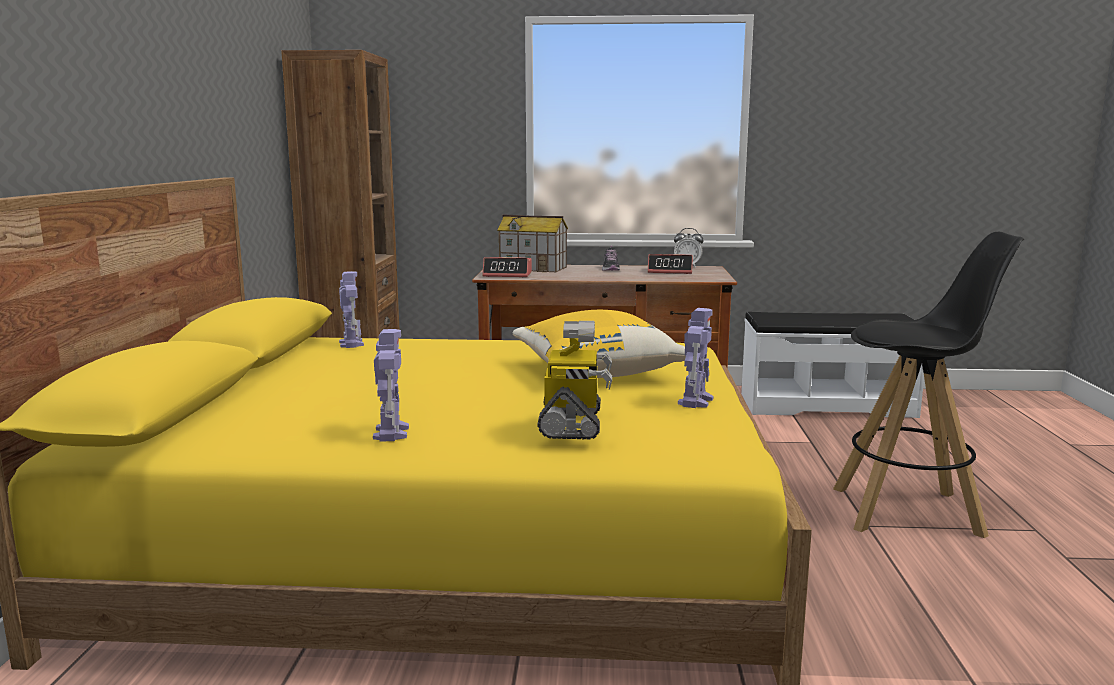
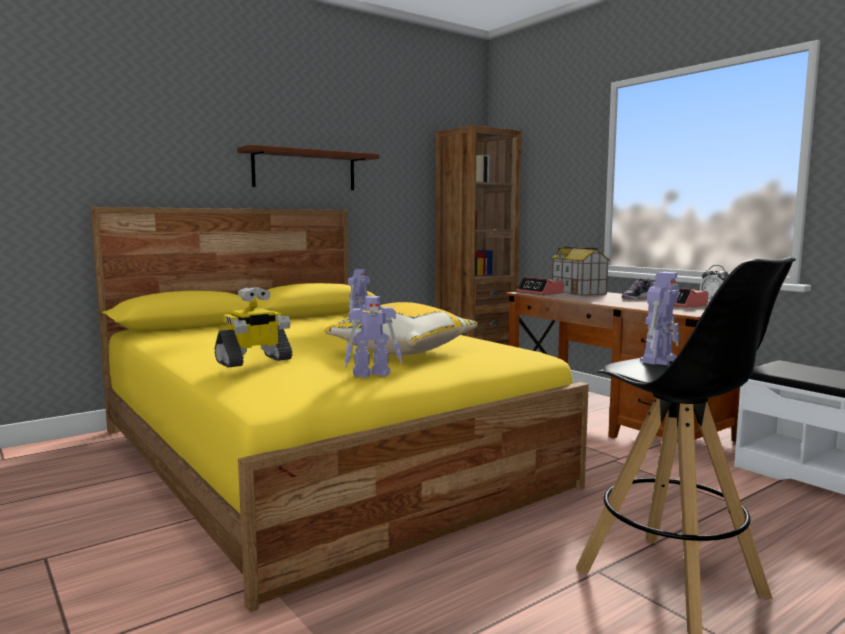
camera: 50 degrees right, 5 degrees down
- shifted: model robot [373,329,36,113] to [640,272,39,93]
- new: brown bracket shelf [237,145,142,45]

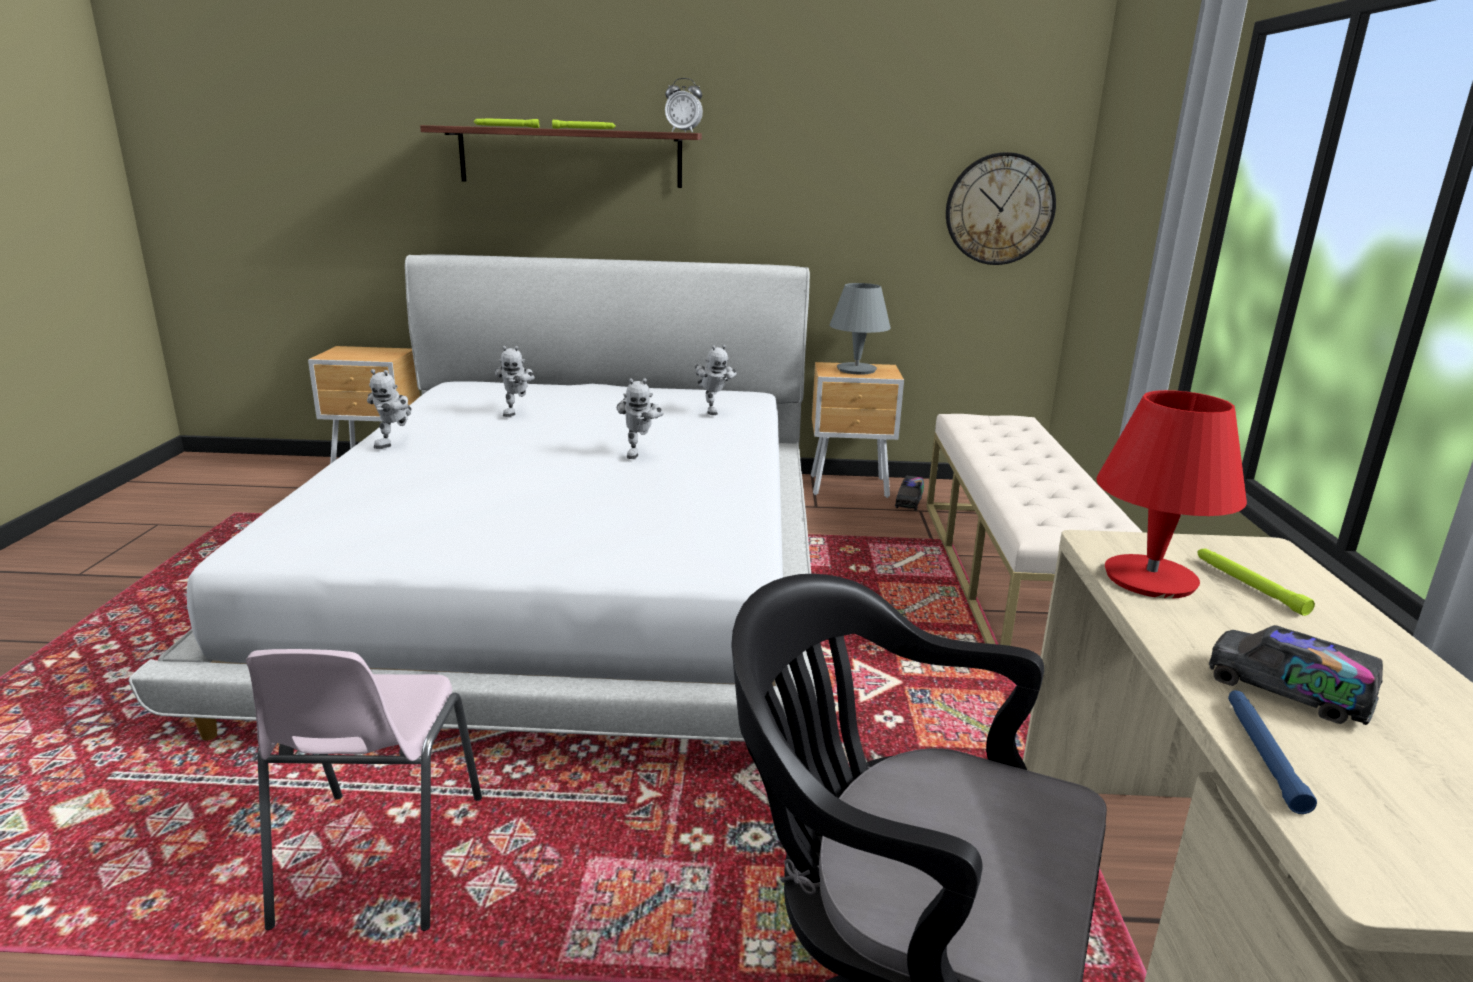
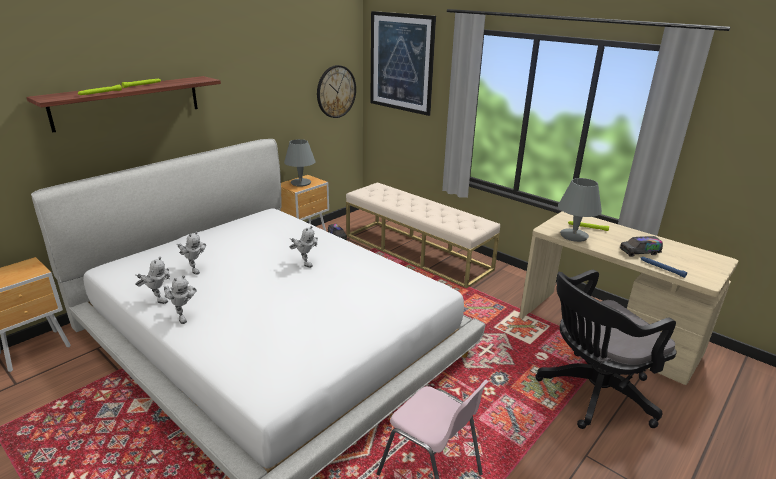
camera: 50 degrees left, 5 degrees up
- gone: bedside clock [665,78,38,54]
- shifted: model robot [695,345,42,70] to [135,257,35,47]
- repainted: red-coloured lamp for a table [1096,390,151,209] to gray lamp for a table [558,178,44,64]
- new: wall art [370,11,66,105]

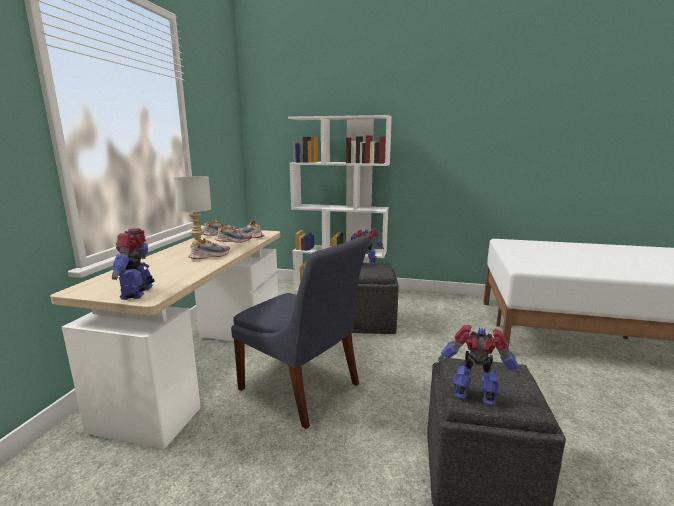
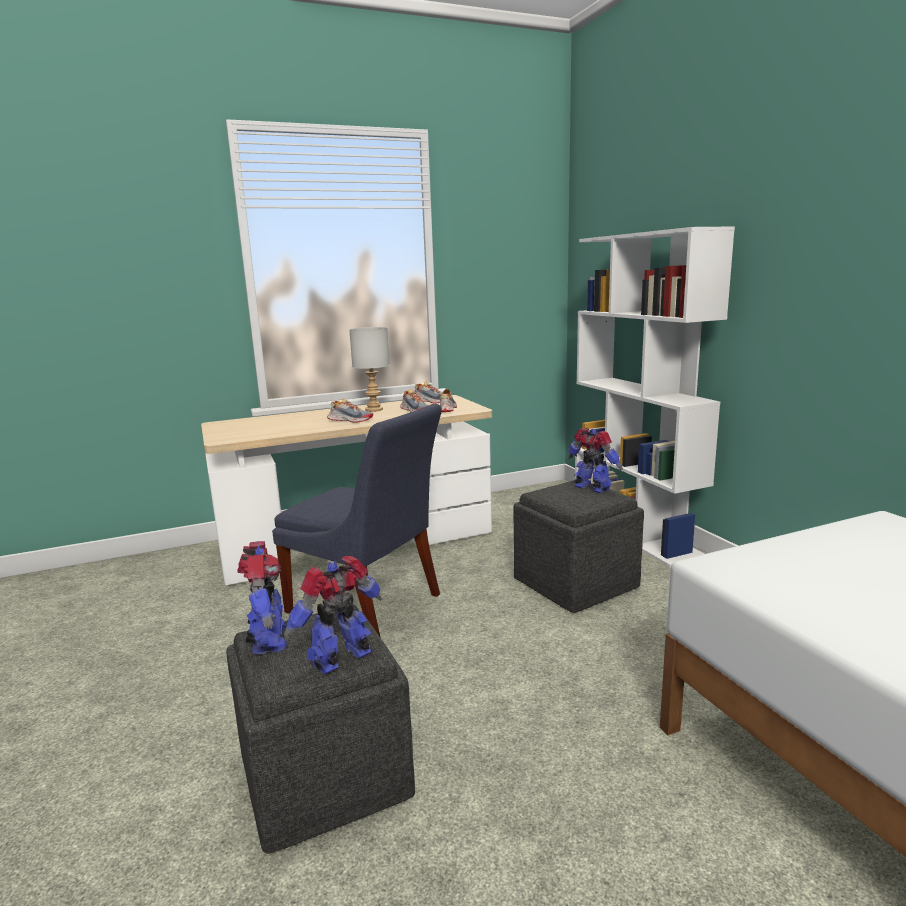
camera: 55 degrees right, 0 degrees up
- shifted: model robot [112,228,43,72] to [284,556,98,118]
- rotated: bluish upright chair [231,236,139,193] = [272,404,170,234] 60 degrees counterclockwise

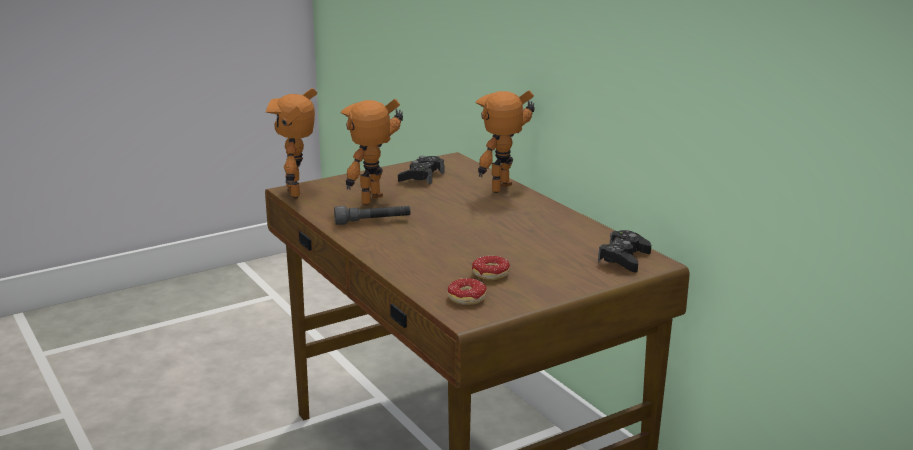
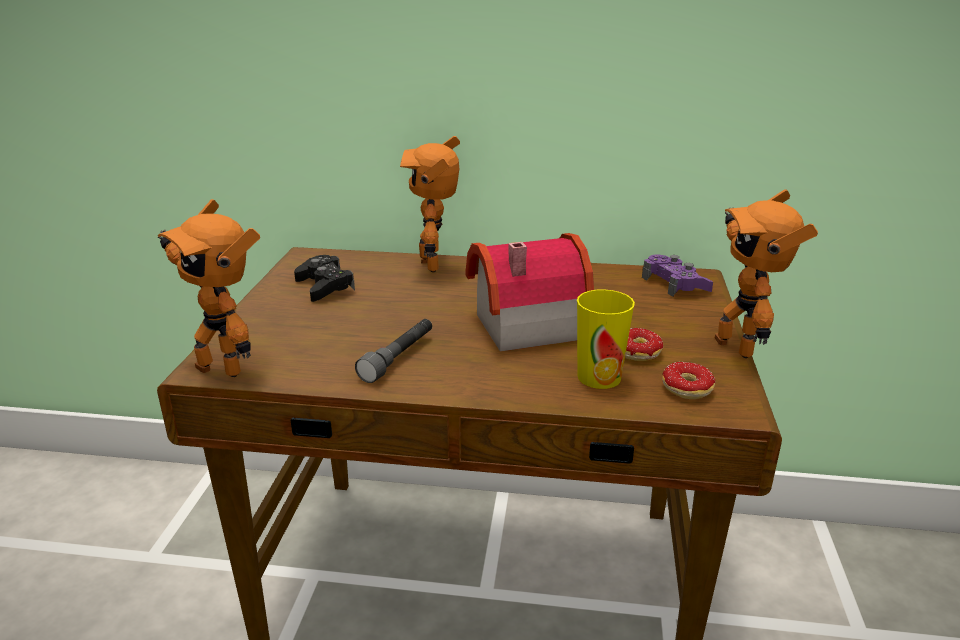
camera: 50 degrees left, 5 degrees up
- shifted: model robot [340,99,63,106] to [715,189,103,169]
- repainted: black-coloured gamepad [598,230,53,43] to purple-coloured gamepad [642,254,71,43]
- new: model house [466,233,128,119]
- new: small cup [577,289,58,100]

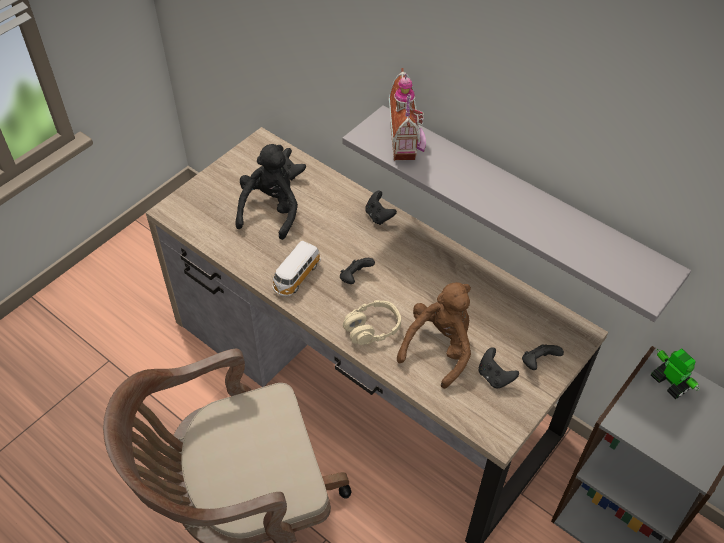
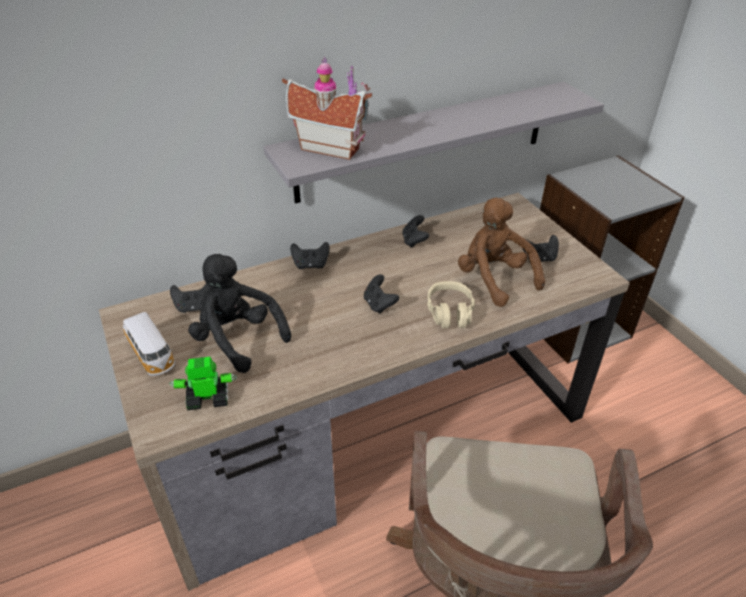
camera: 65 degrees left, 10 degrees down
- shifted: toy car [273,241,48,55] to [123,312,52,64]
- shifted: black-coloured gamepad [522,344,42,26] to [402,215,27,33]
- shifted: model robot [651,348,49,51] to [169,357,68,53]

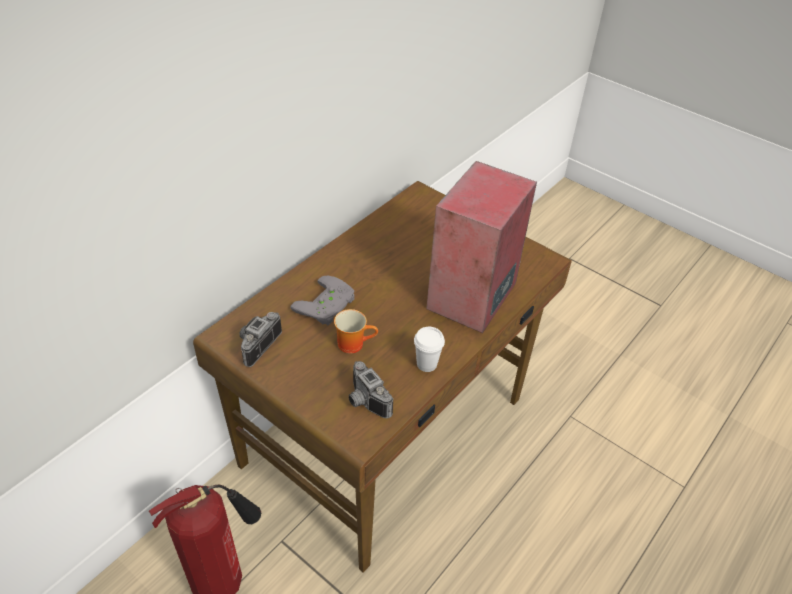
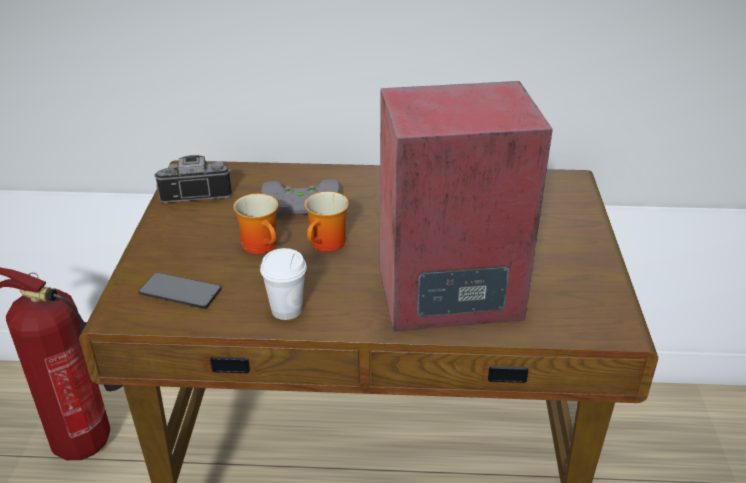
camera: 55 degrees right, 10 degrees down
- swapped: photo camera [349,361,44,57] to telephone [139,272,82,37]
- new: coffee mug [304,191,45,61]

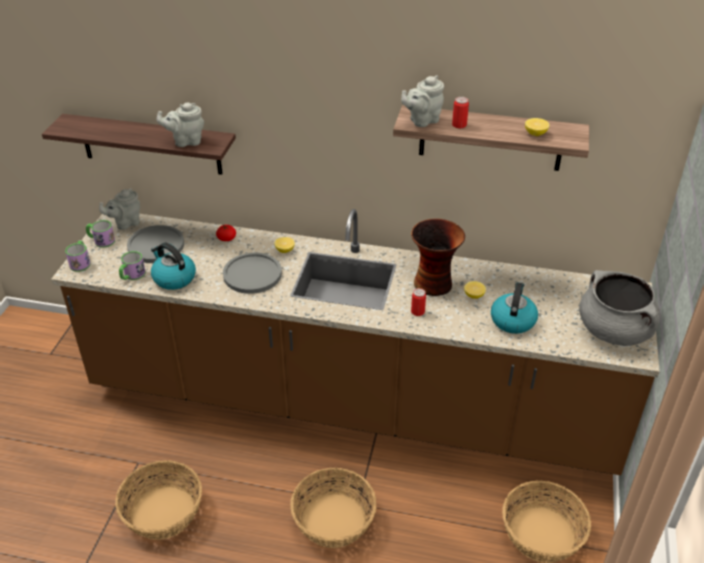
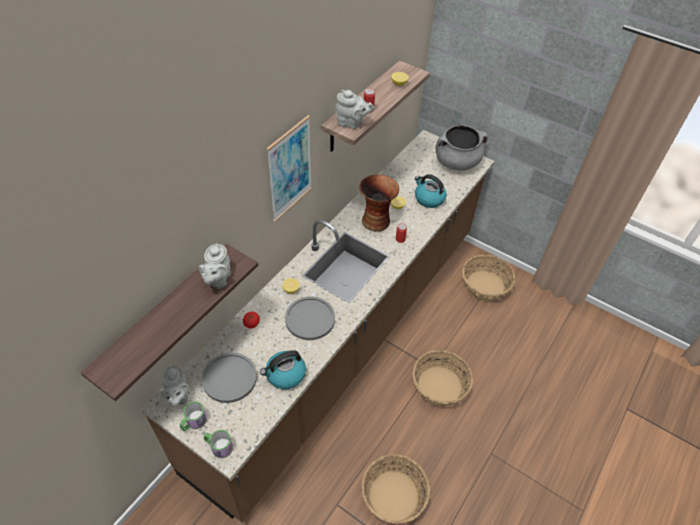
camera: 70 degrees left, 10 degrees up
- rotated: gray pot for tea [401,75,43,52] = [335,90,39,39] 60 degrees counterclockwise
- gone: coffee mug [119,251,27,29]
- new: wall art [266,115,46,107]

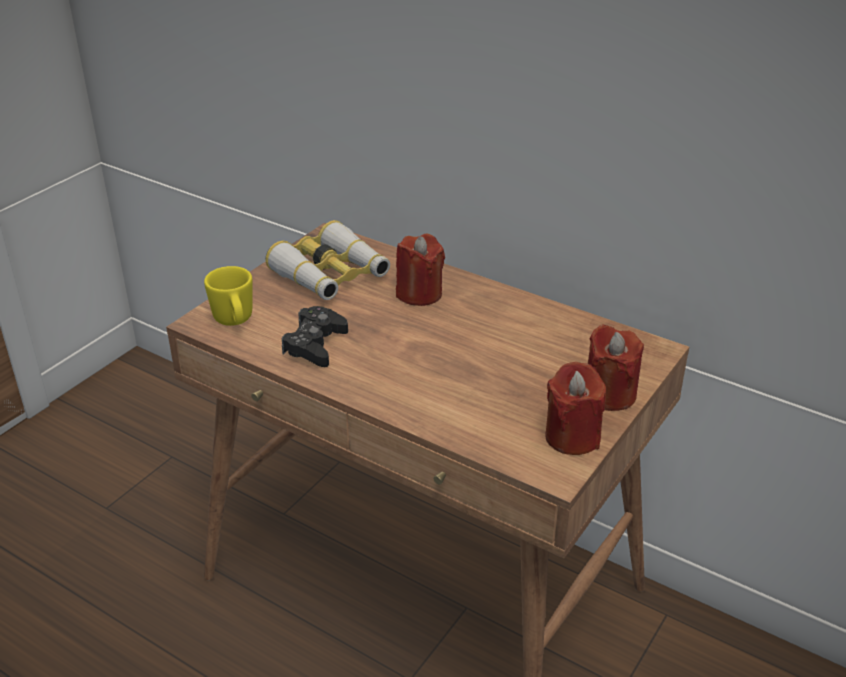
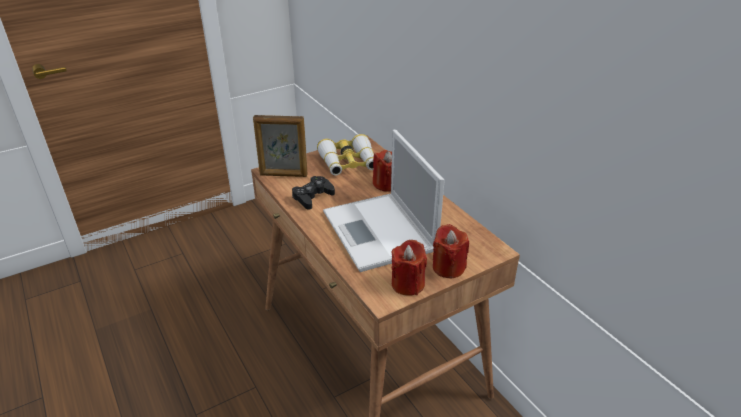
camera: 25 degrees right, 0 degrees up
- swapped: yellow-coloured coffee mug [204,266,49,60] to standing frame [253,115,55,62]
- new: notebook computer [323,130,122,142]

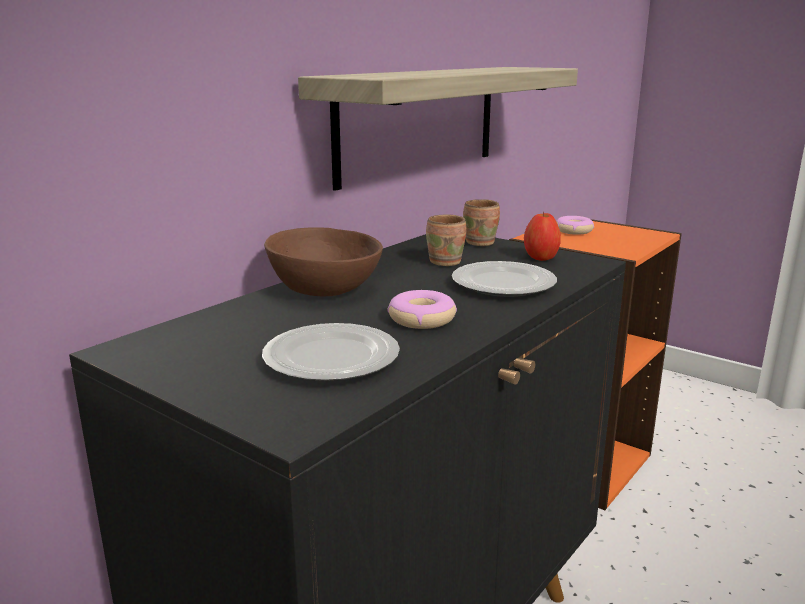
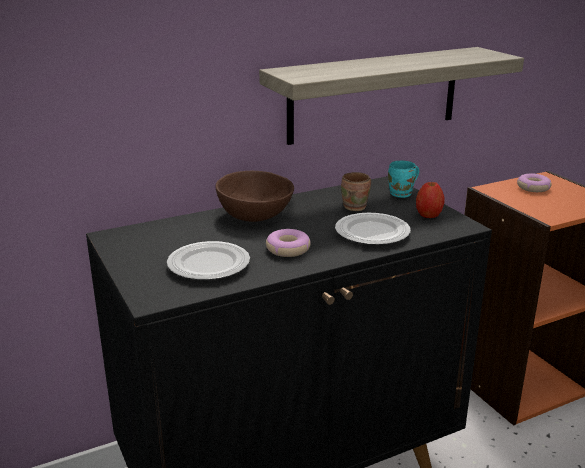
camera: 25 degrees right, 5 degrees up
- repainted: brown coffee mug [463,199,37,47] to blue-green coffee mug [388,161,31,37]

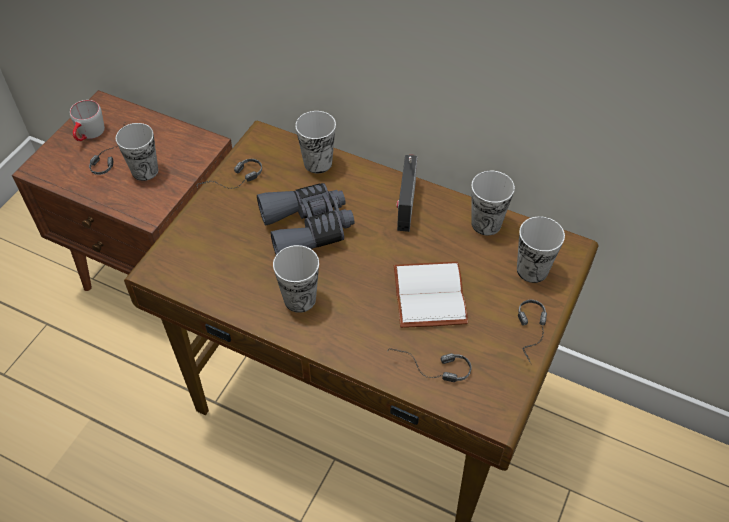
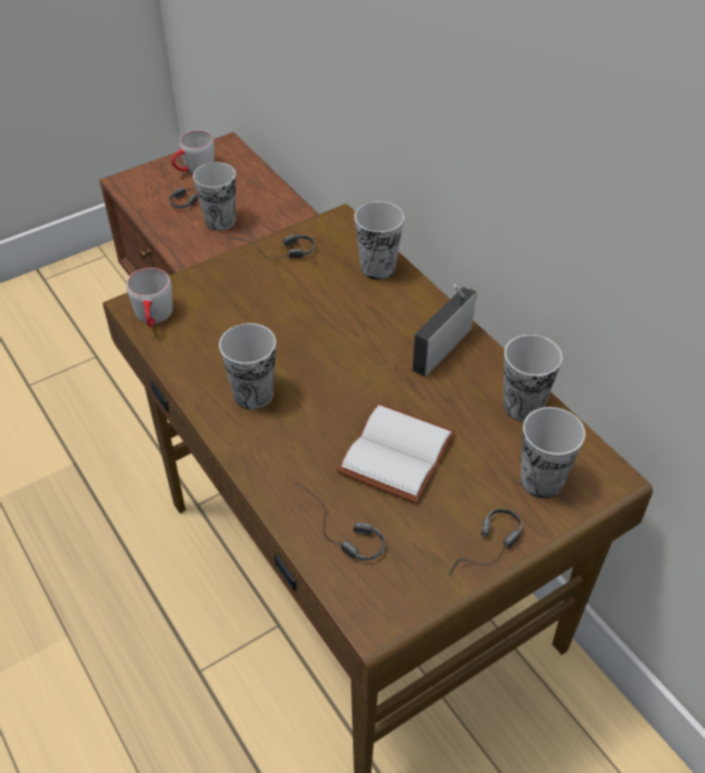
camera: 30 degrees right, 5 degrees down
- gone: gray binoculars [257,183,98,72]
- new: gray coffee mug [126,268,47,60]

